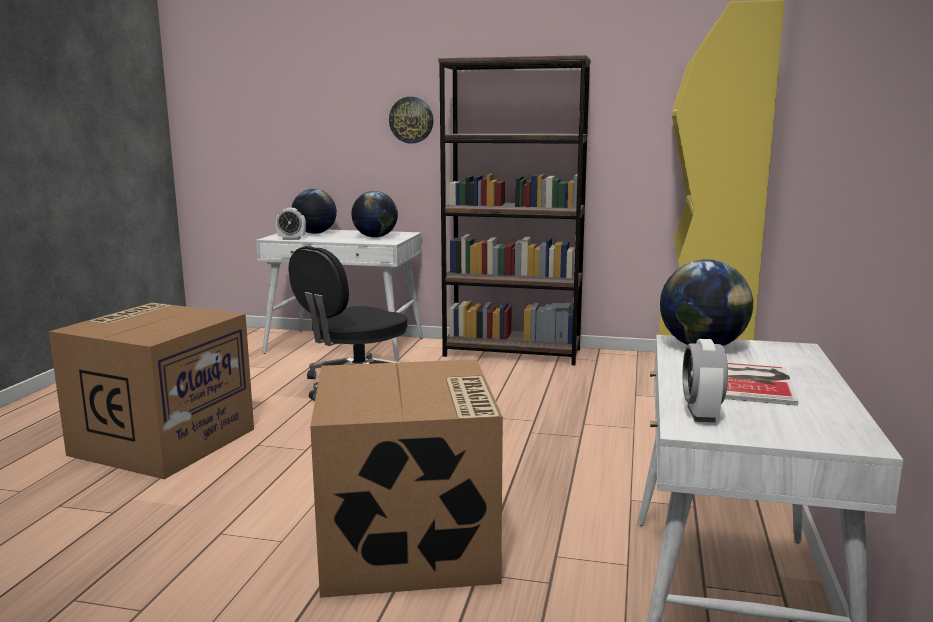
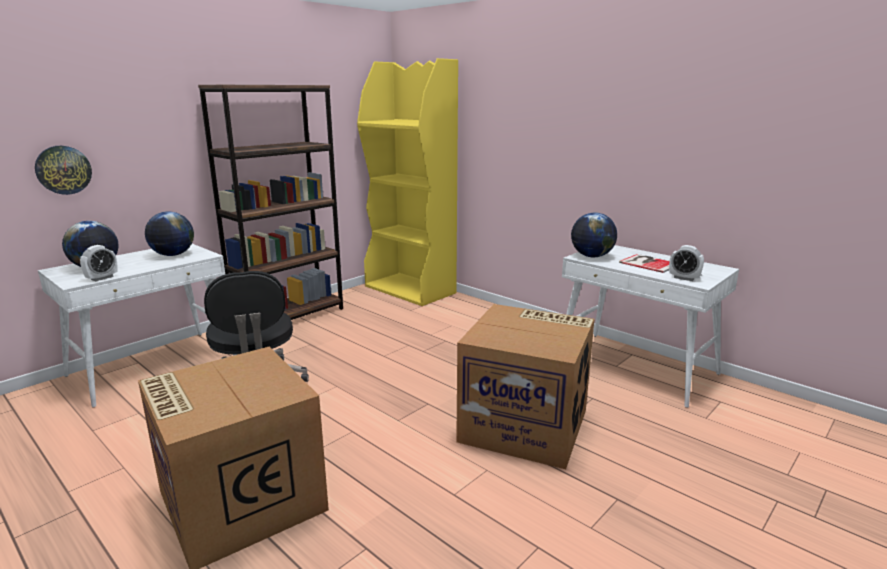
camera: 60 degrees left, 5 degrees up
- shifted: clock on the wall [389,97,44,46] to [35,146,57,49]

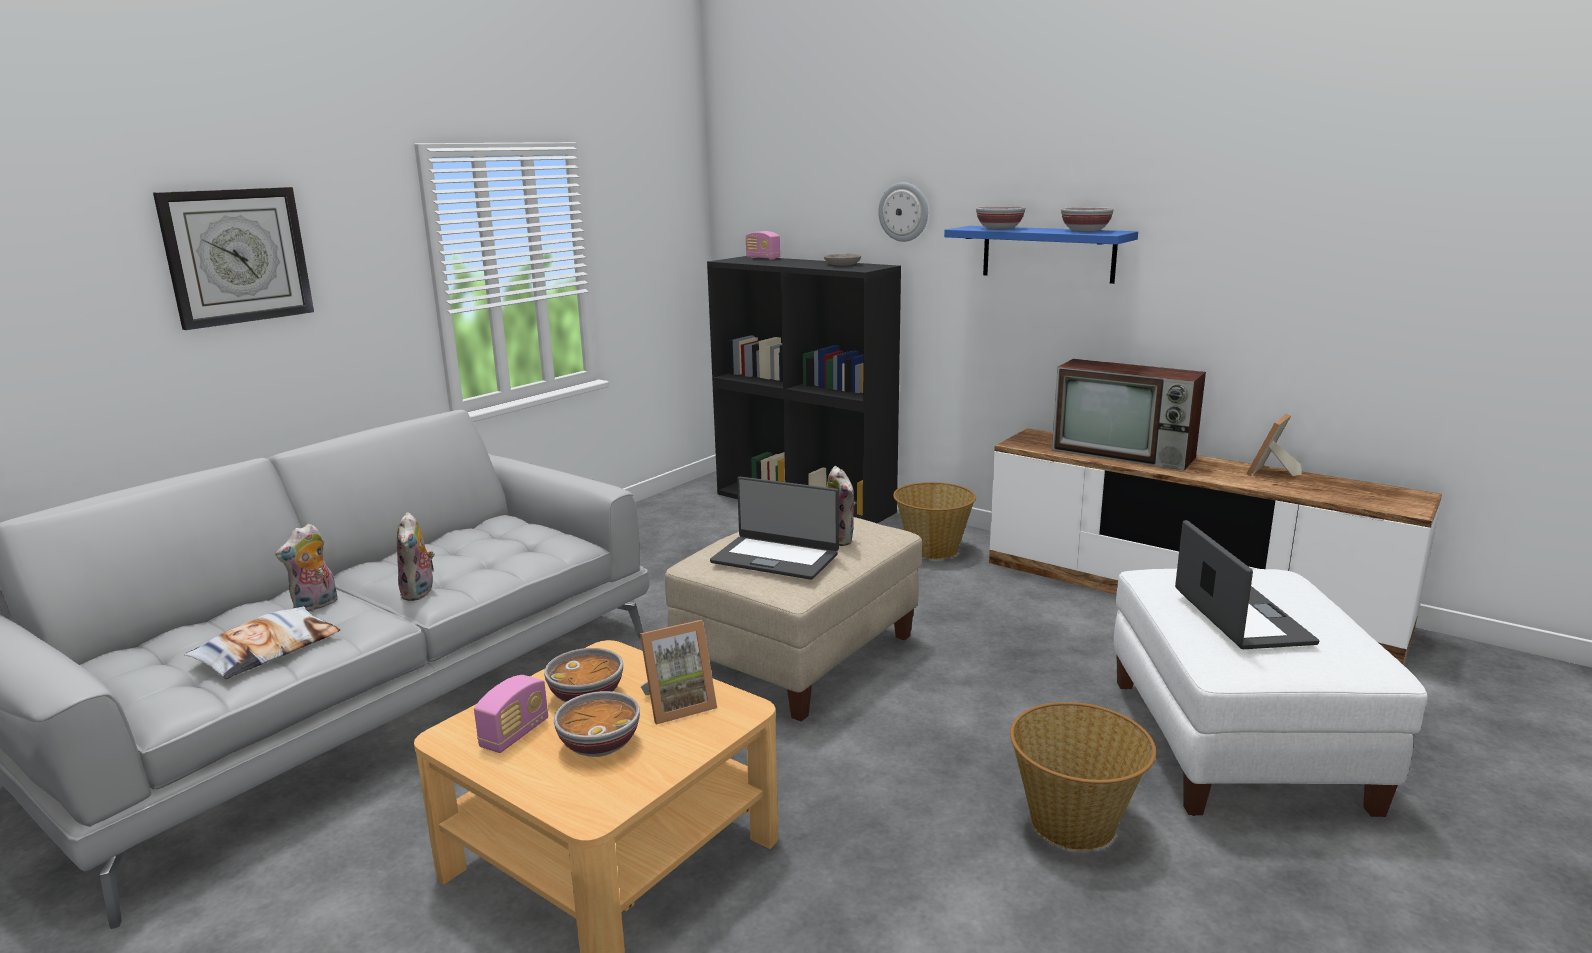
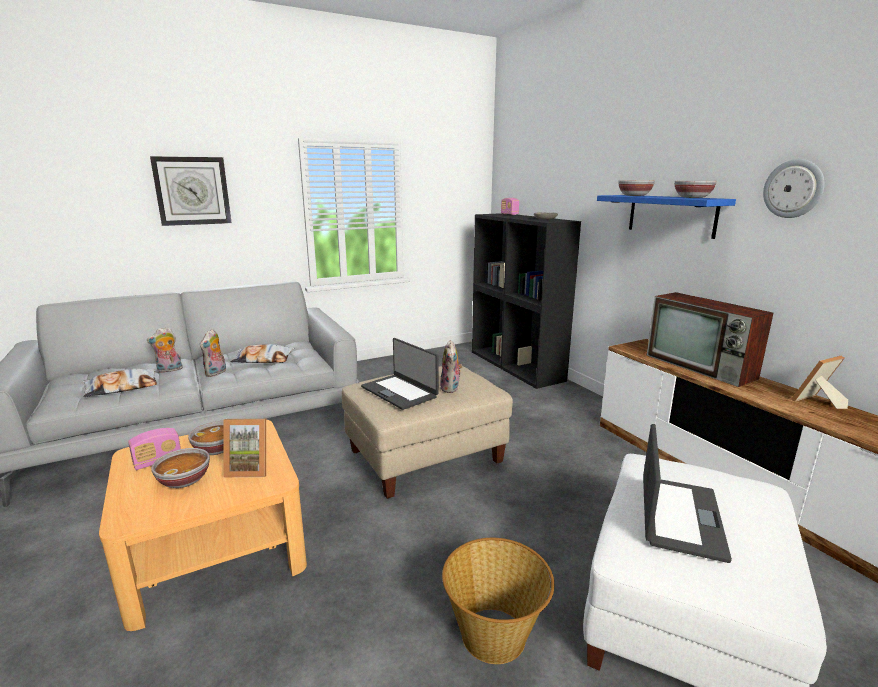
camera: 25 degrees right, 0 degrees up
- shifted: clock on the wall [878,182,50,60] to [763,159,62,59]
- gone: storage basket [893,482,83,77]
- new: pillow [231,344,63,19]

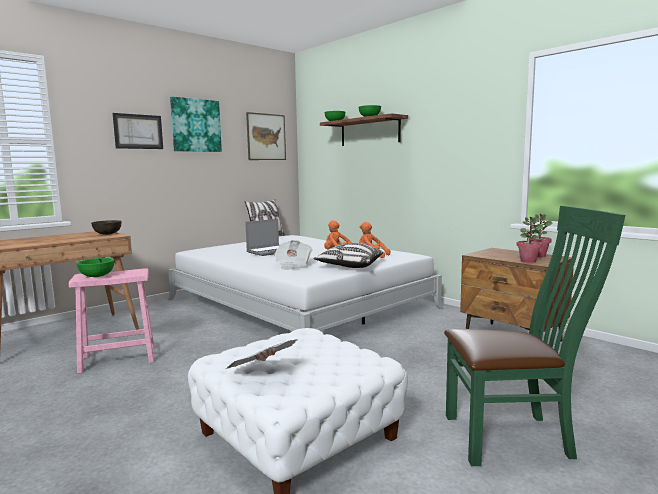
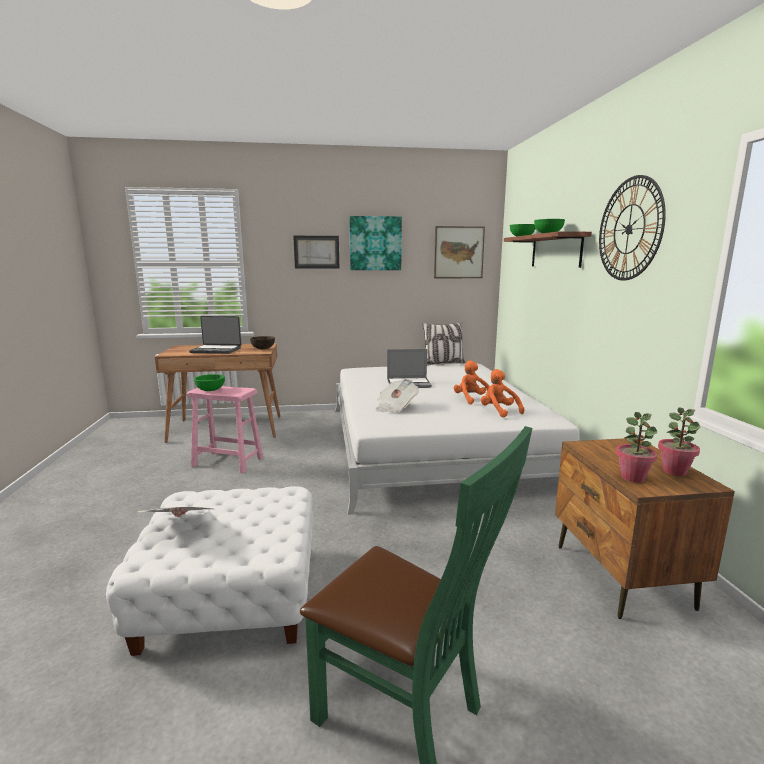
camera: 35 degrees right, 5 degrees up
- gone: pillow [313,243,70,25]
- new: clock on the wall [599,175,67,106]
- new: notebook computer [189,316,52,38]

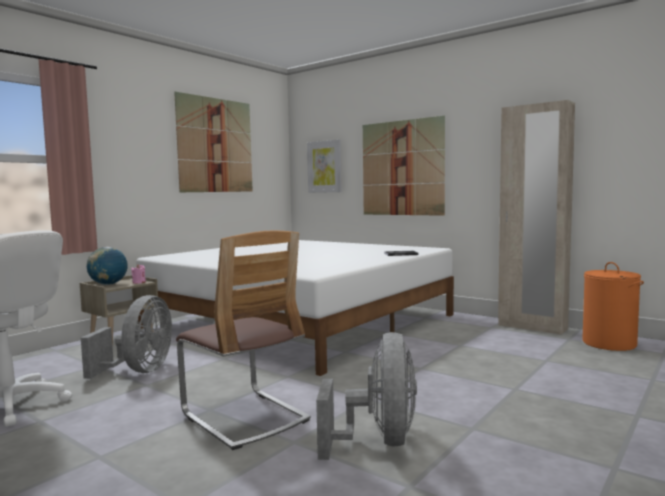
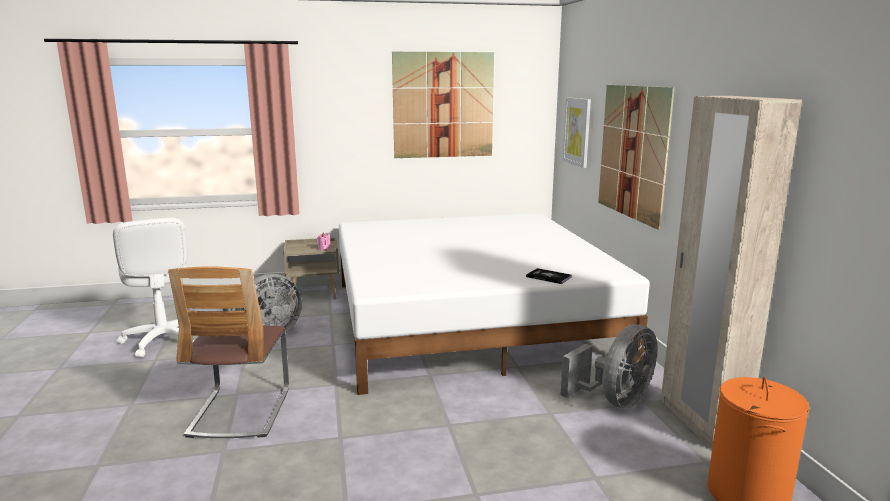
camera: 40 degrees right, 10 degrees up
- gone: desk globe [87,247,41,38]
- shifted: gray fan [316,332,101,128] to [561,324,97,84]

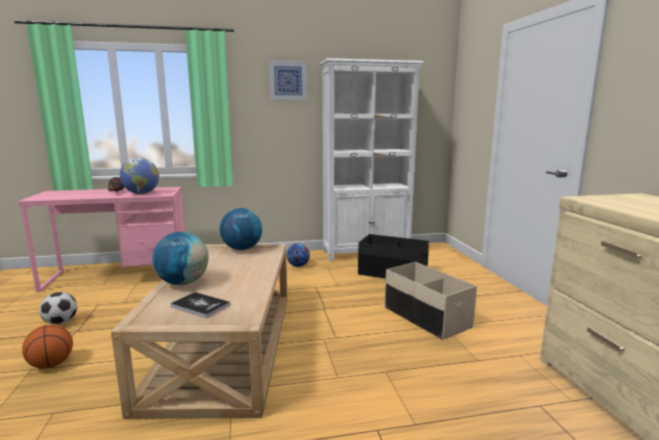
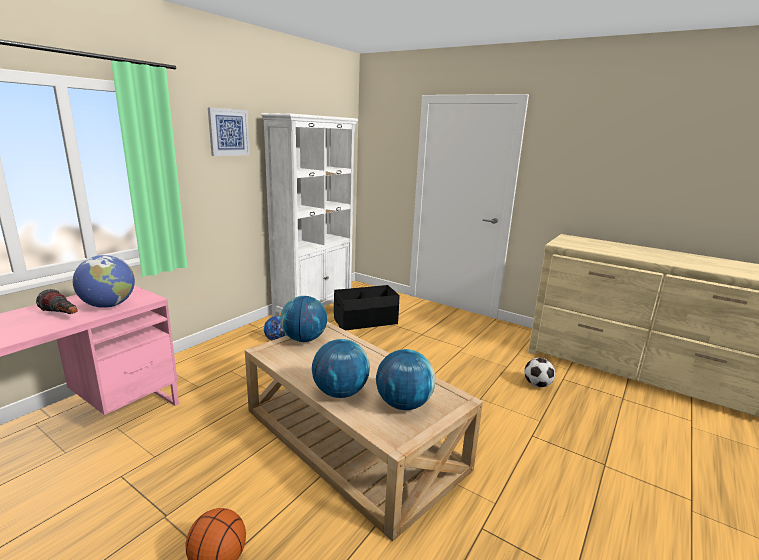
camera: 45 degrees left, 5 degrees up
- gone: beige-coloured storage bin [385,262,92,78]
- shifted: football ball [39,292,38,33] to [524,358,31,30]
- swapped: book [170,292,60,26] to desk globe [376,349,59,61]

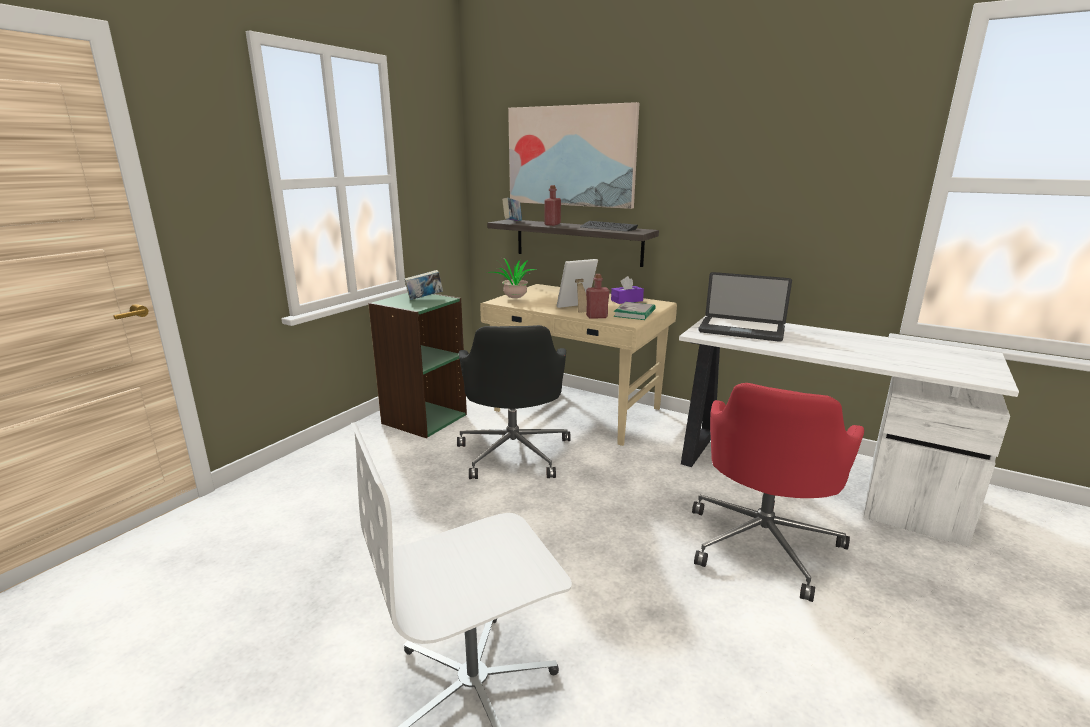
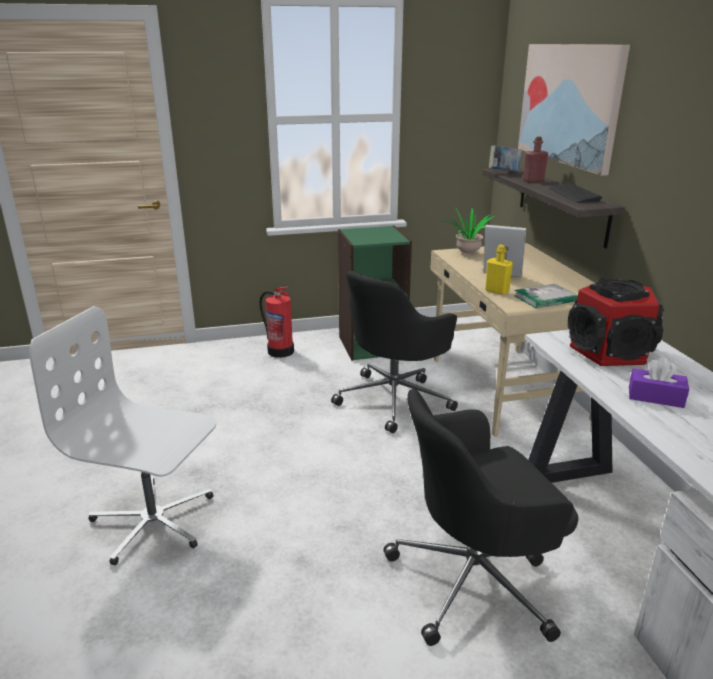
camera: 45 degrees right, 5 degrees up
- gone: book [404,270,39,30]
- swapped: notebook computer [698,272,94,70] to loudspeaker [568,277,96,89]
- repainted: red-coloured drink bottle [586,274,24,45] to yellow-coloured drink bottle [485,245,28,50]
- shifted: purple-coloured tissue box [611,276,33,28] to [629,358,60,50]
- repainted: red-coloured office chair [692,383,172,219] to black-coloured office chair [383,389,195,257]
- new: fire extinguisher [260,287,34,71]

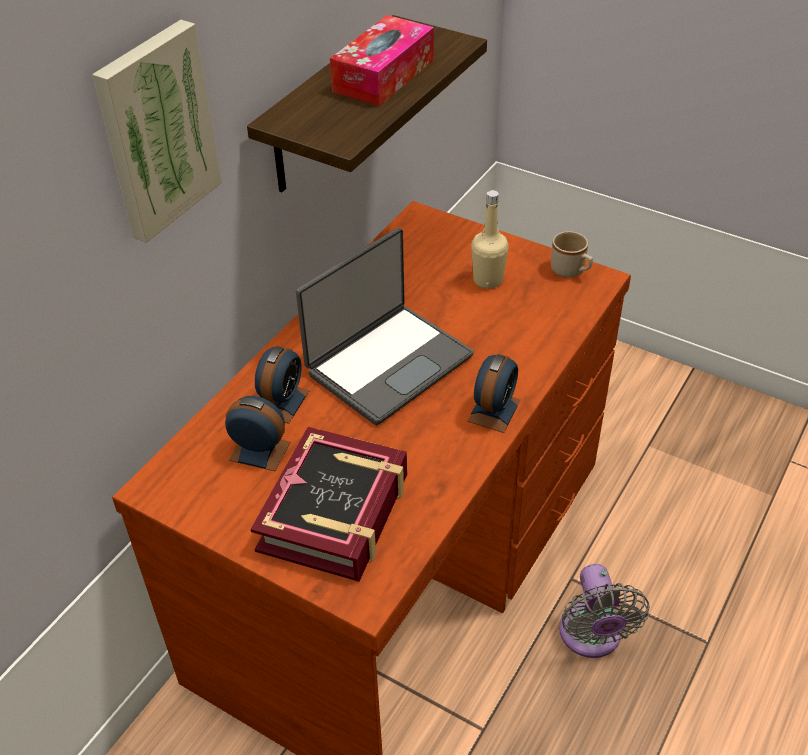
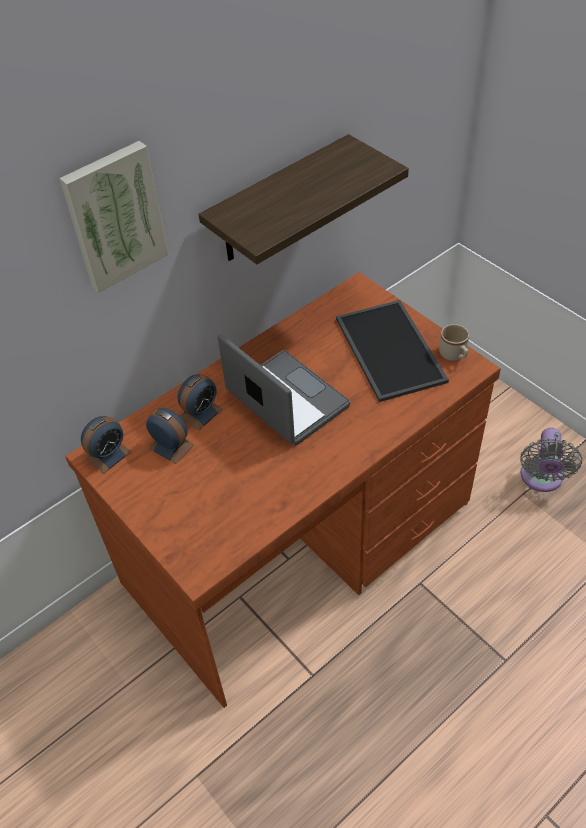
camera: 20 degrees right, 5 degrees up
- gone: tissue box [330,15,104,91]
- swapped: beige-coloured drink bottle [471,190,38,99] to carrying tray [336,300,113,102]
- rotated: notebook computer [296,228,178,197] = [218,334,133,112] 105 degrees counterclockwise
- shifted: bedside clock [467,354,54,79] to [81,416,51,58]
- gone: book [251,427,156,155]
- shifted: gray fan [559,564,90,94] to [520,428,62,64]

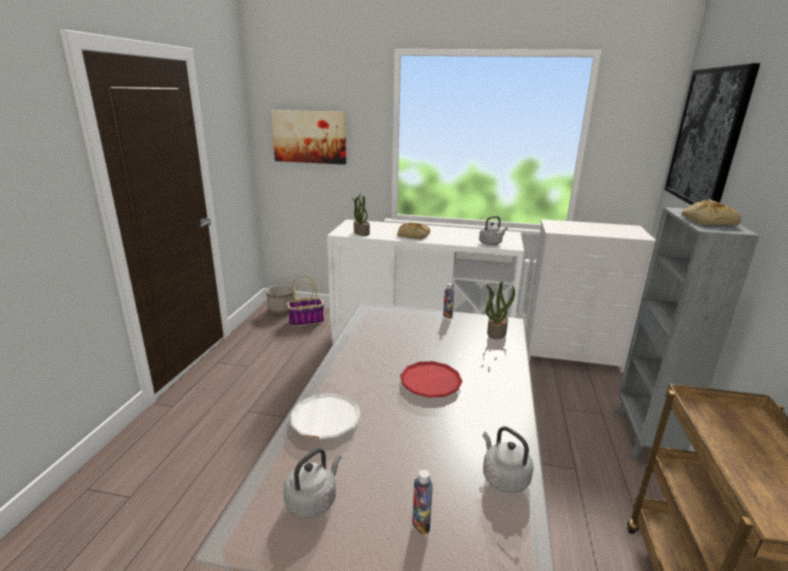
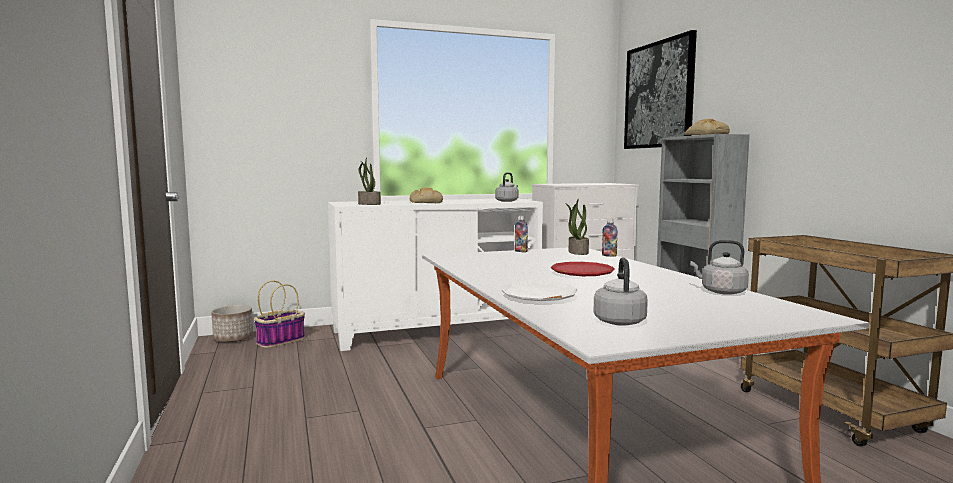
camera: 30 degrees left, 15 degrees down
- gone: wall art [271,110,75,55]
- shifted: drink bottle [412,470,21,65] to [602,218,16,39]

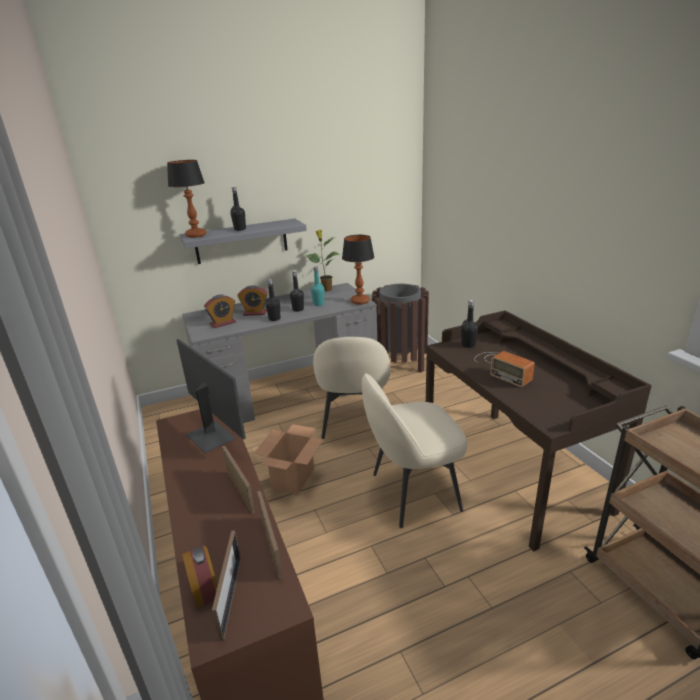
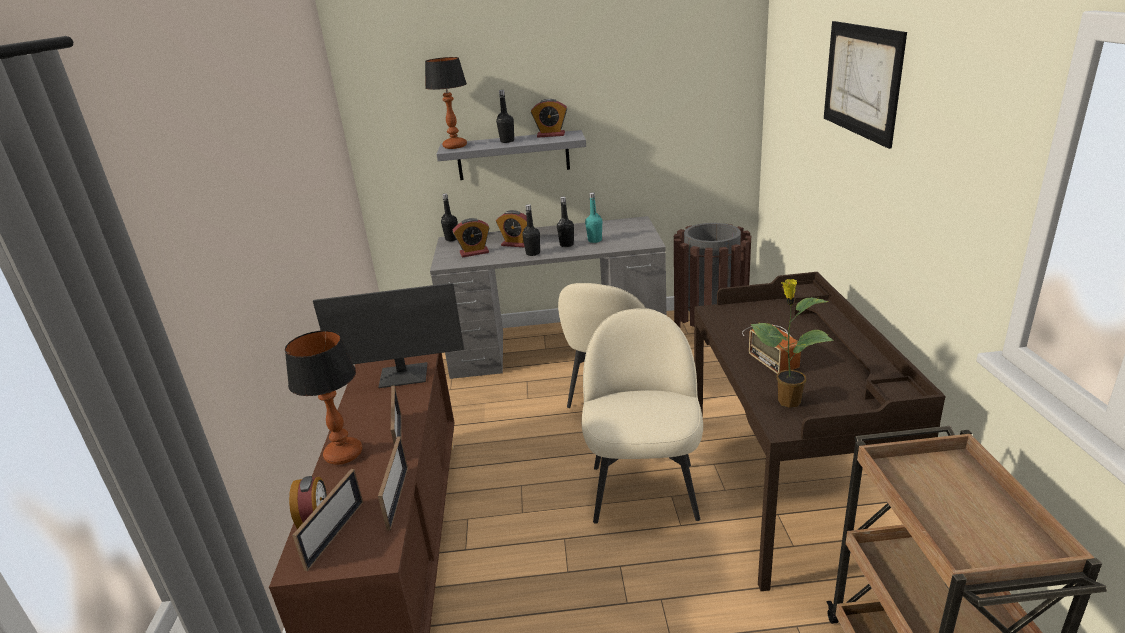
camera: 20 degrees right, 0 degrees up
- shifted: houseplant [306,230,34,61] to [751,279,83,129]
- shifted: lamp for a table [342,235,32,70] to [285,330,77,135]
- shifted: black-coloured drink bottle [461,300,17,48] to [441,194,17,47]
- rotated: computer screen [177,339,69,114] = [313,283,151,105] 105 degrees clockwise
- rotated: beige-coloured upright chair [362,373,105,155] = [582,309,121,215] 90 degrees clockwise
- gone: carton [254,424,70,71]
- new: wall art [824,21,83,128]
- new: bedside clock [531,99,36,39]

